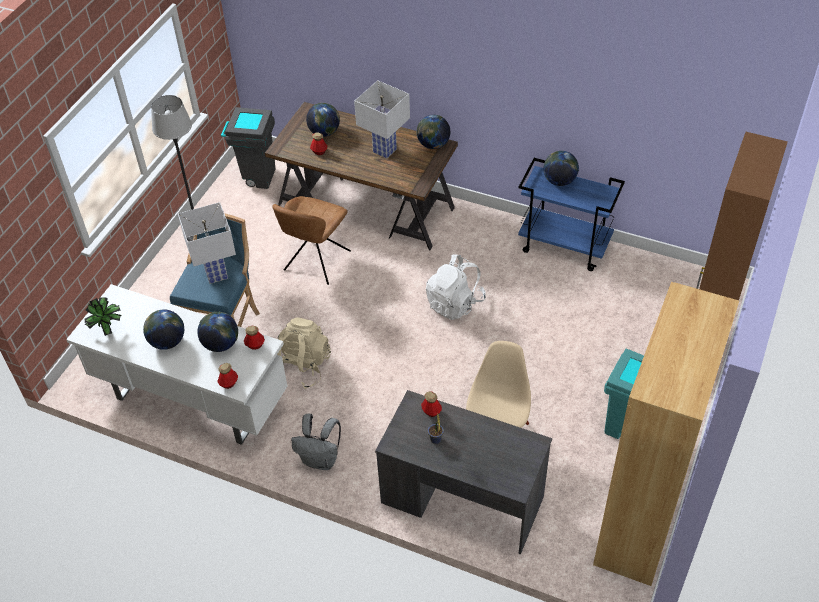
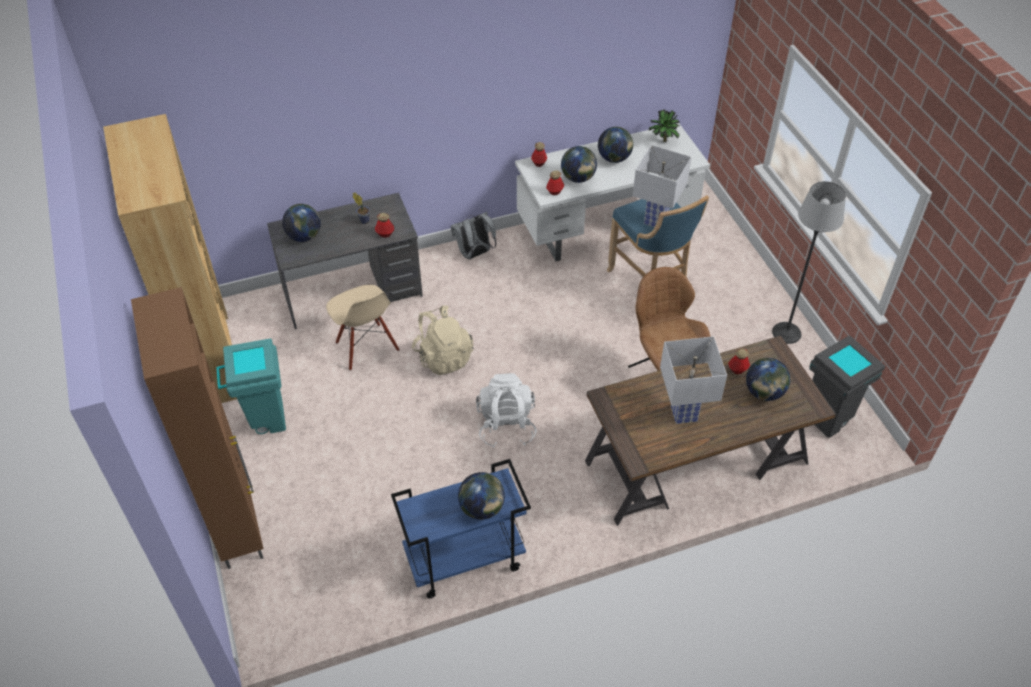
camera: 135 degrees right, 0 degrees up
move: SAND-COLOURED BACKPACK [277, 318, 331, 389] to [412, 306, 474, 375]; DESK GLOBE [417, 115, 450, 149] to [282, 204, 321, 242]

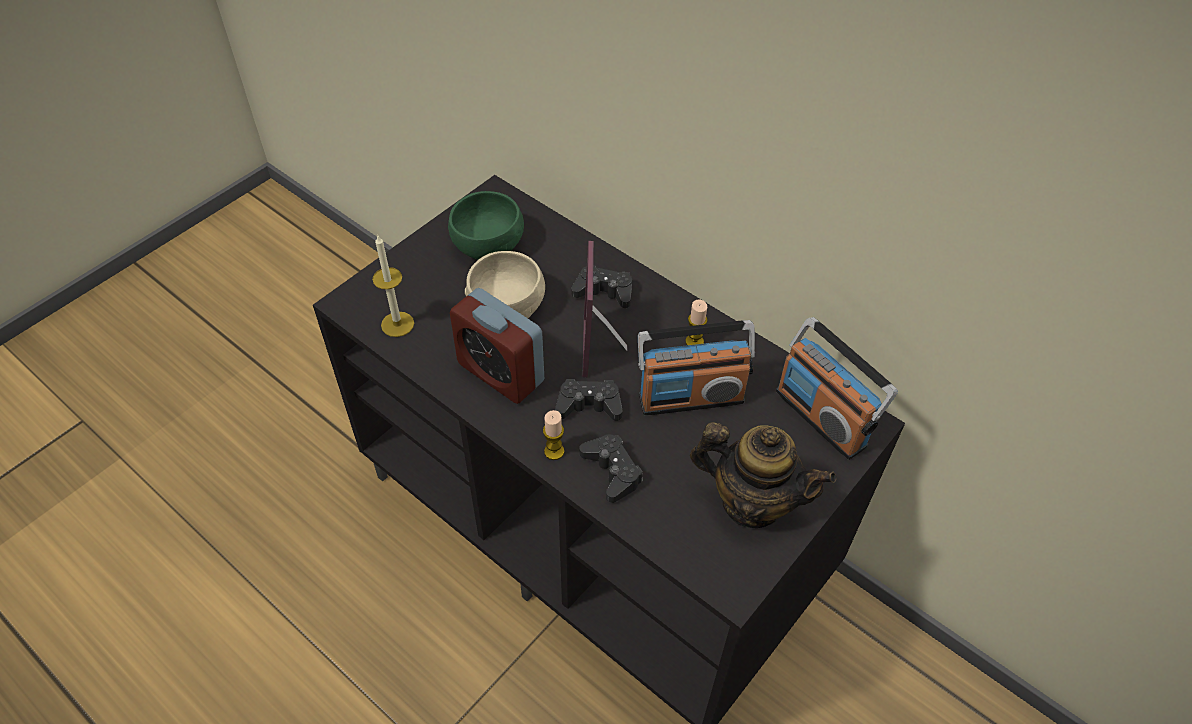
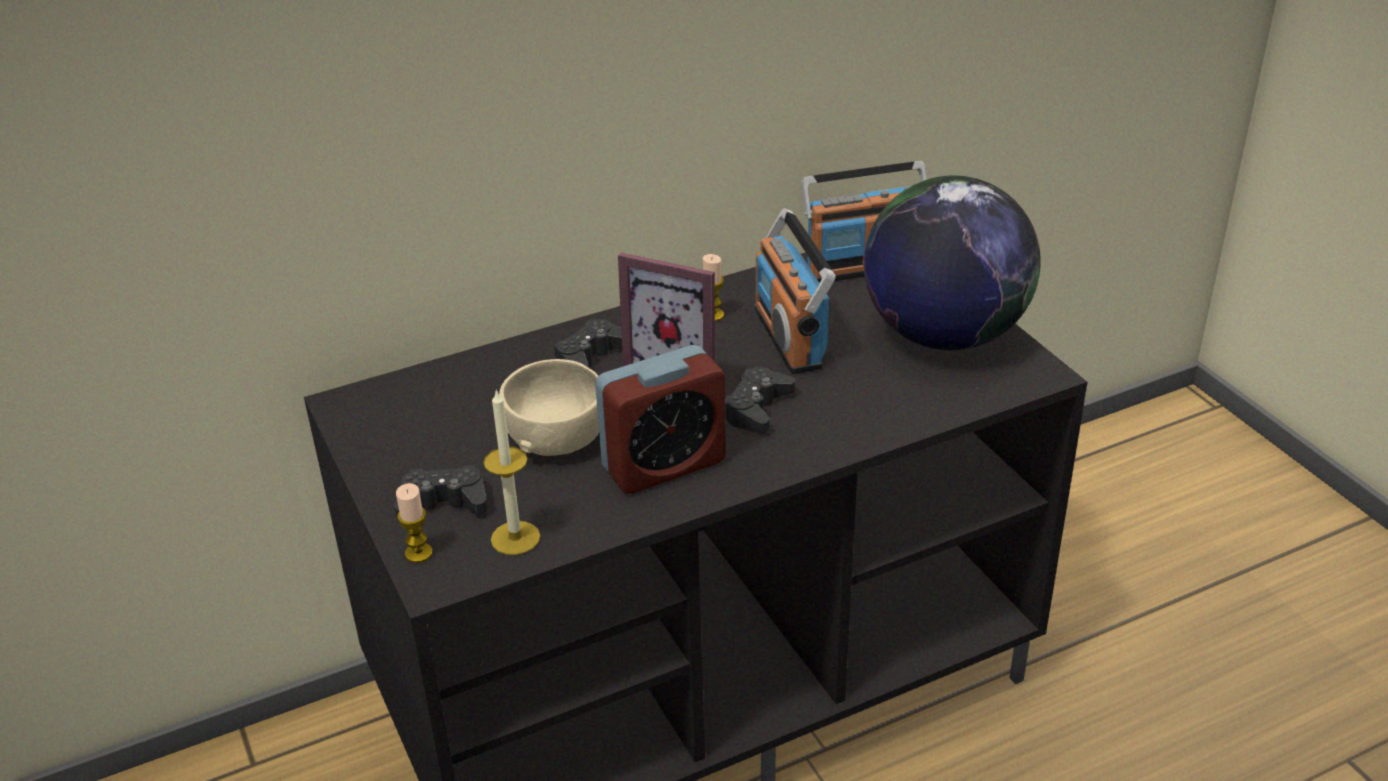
camera: 65 degrees left, 15 degrees down
delete: GREENISH BOWL [448, 191, 524, 260]
move: WAX LIGHT [543, 410, 564, 460] to [396, 483, 433, 563]; BLACKISH JOYPAD [579, 434, 643, 503] to [394, 465, 488, 516]
replace: TEA POT [690, 422, 836, 528] to DESK GLOBE [864, 175, 1041, 350]
rotate: RADIO [638, 320, 755, 415] = [755, 208, 836, 374] 150 degrees clockwise

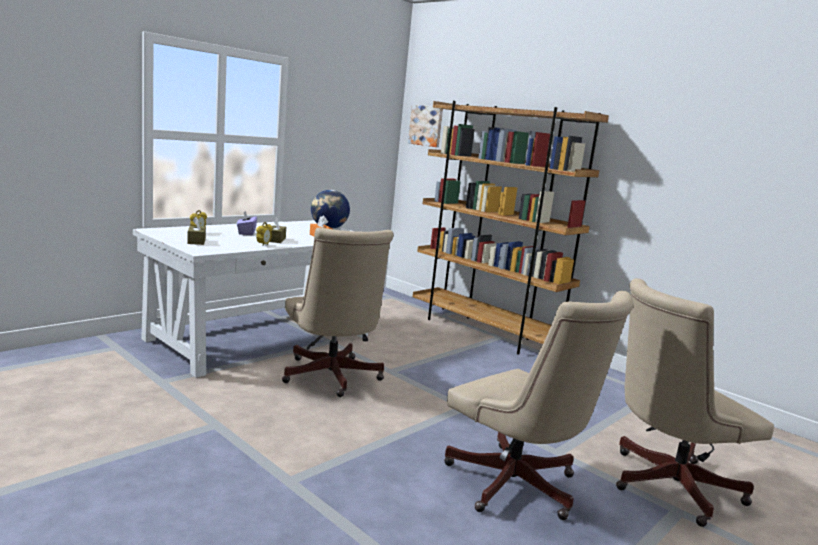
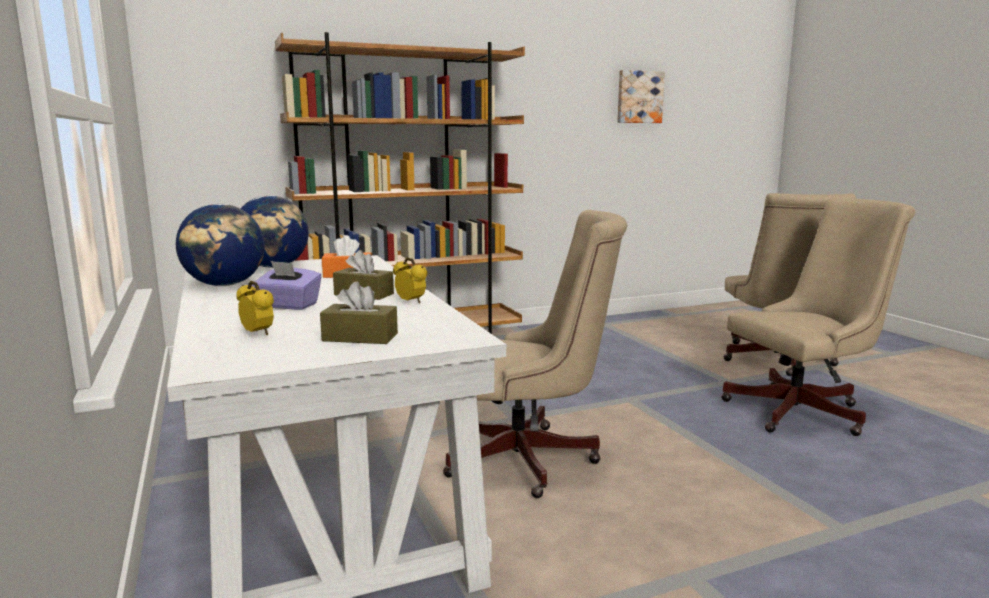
camera: 65 degrees left, 0 degrees up
insert: DESK GLOBE [176, 203, 265, 286]
move: WALL PICTURE [408, 105, 443, 147] to [617, 70, 665, 123]

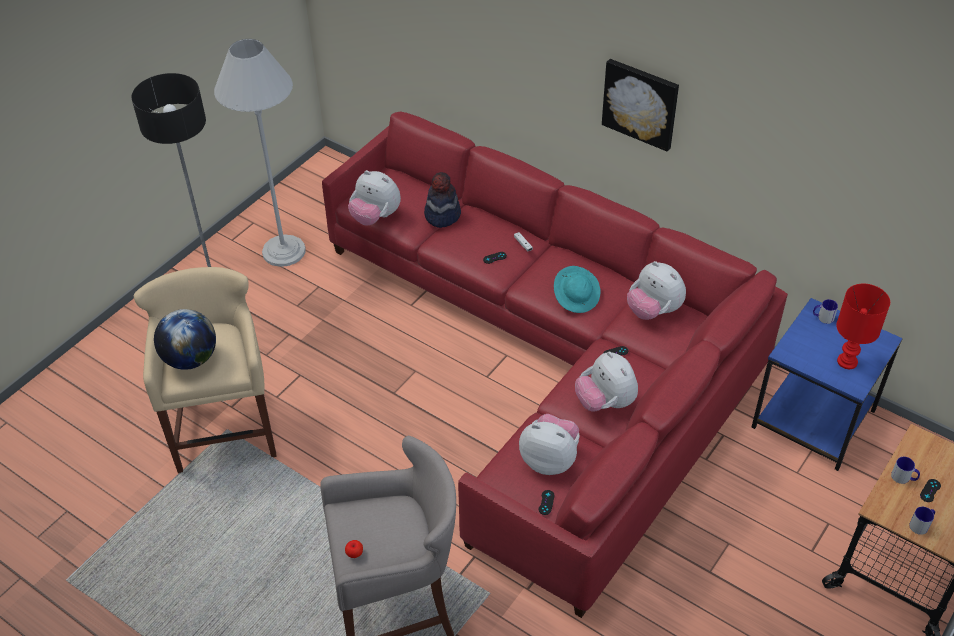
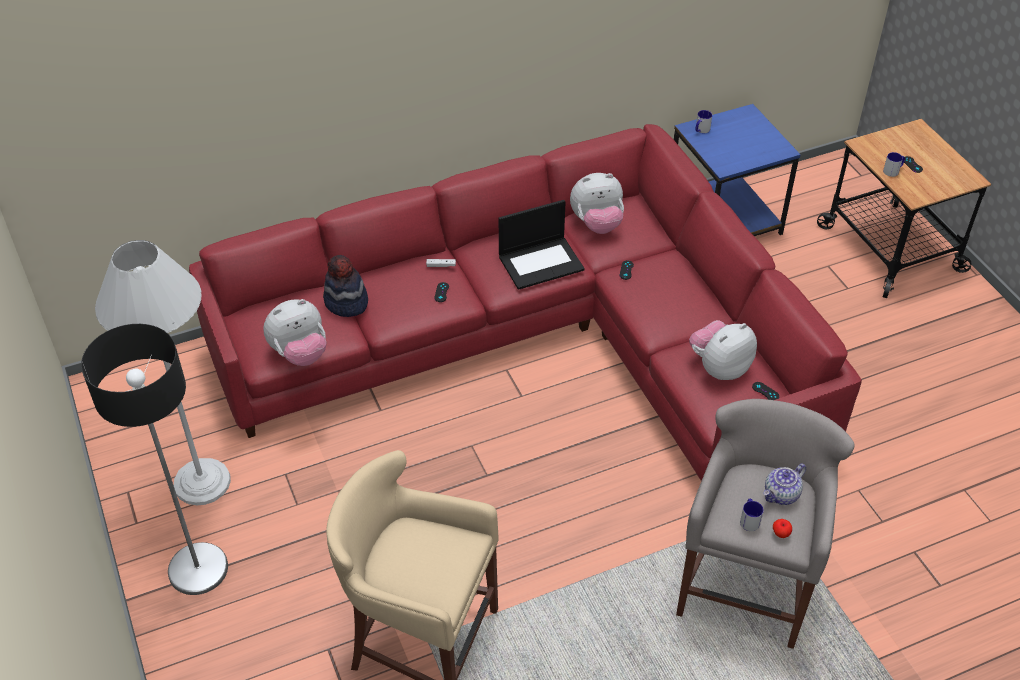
camera: 60 degrees left, 0 degrees up
delete: DESK GLOBE [154, 309, 216, 370]; SOFT TOY [575, 351, 638, 412]; WALL PICTURE [602, 59, 679, 152]; RED TABLETOP LAMP [836, 284, 890, 369]
insert: TEA POT [763, 464, 806, 505]
move: MUG [909, 507, 935, 535] to [740, 499, 764, 531]
replace: TURQUOISE CLOTHING HAT [554, 266, 601, 313] to LAPTOP [499, 200, 585, 290]

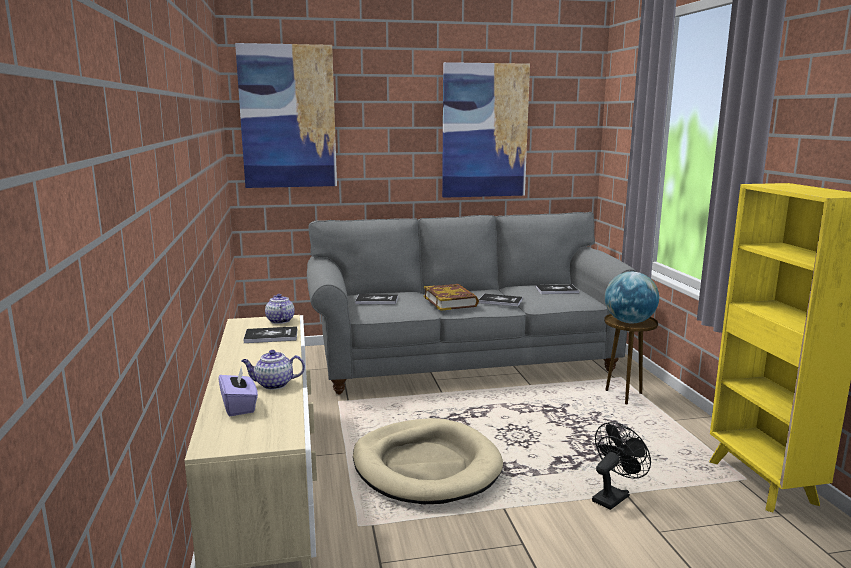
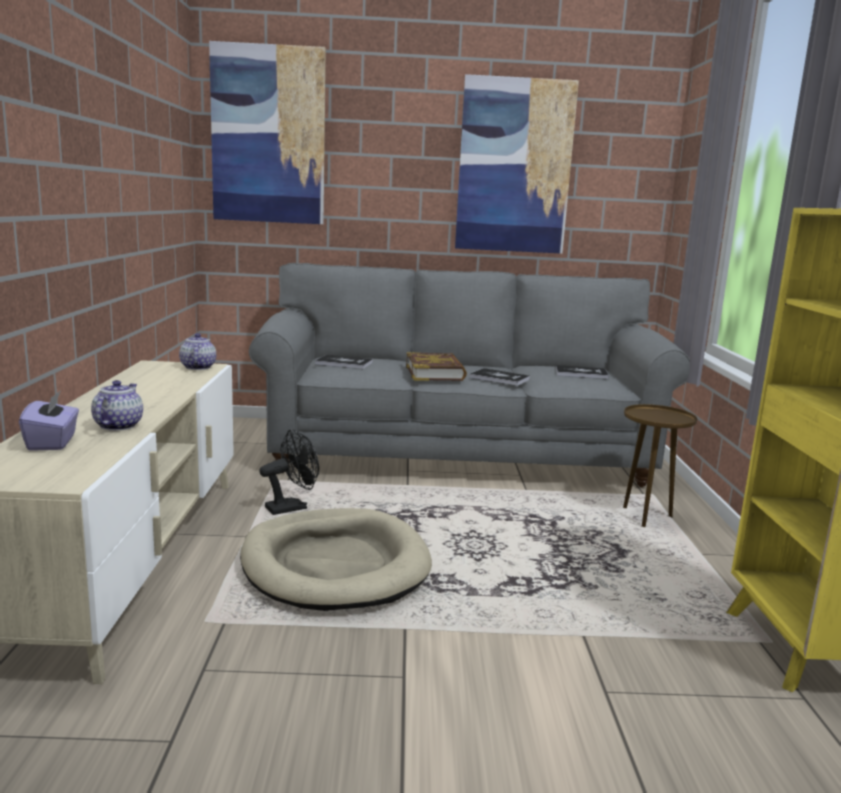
camera: 10 degrees right, 0 degrees up
delete: BOOK [243, 326, 297, 343]; DESK GLOBE [605, 272, 659, 323]
move: BLACKISH COOLING FAN [592, 422, 651, 510] to [259, 429, 319, 515]
rotate: TEA POT [241, 350, 305, 390] = [91, 380, 143, 431] 90 degrees clockwise

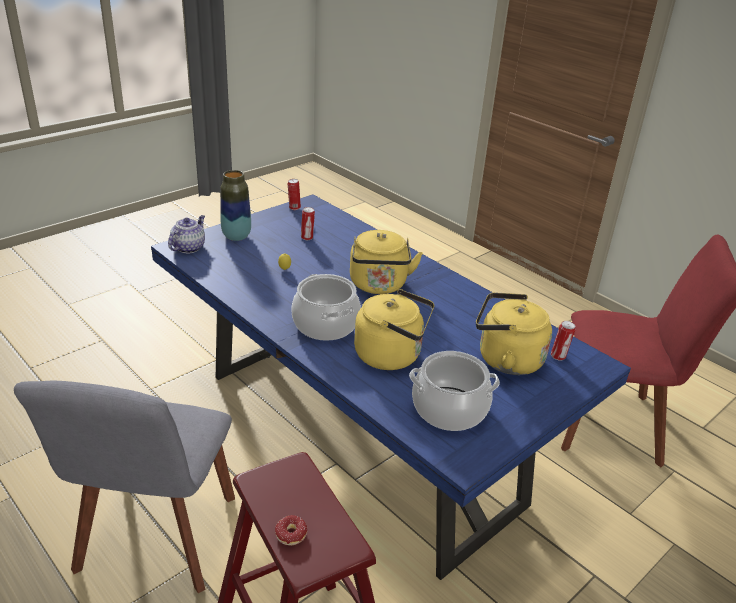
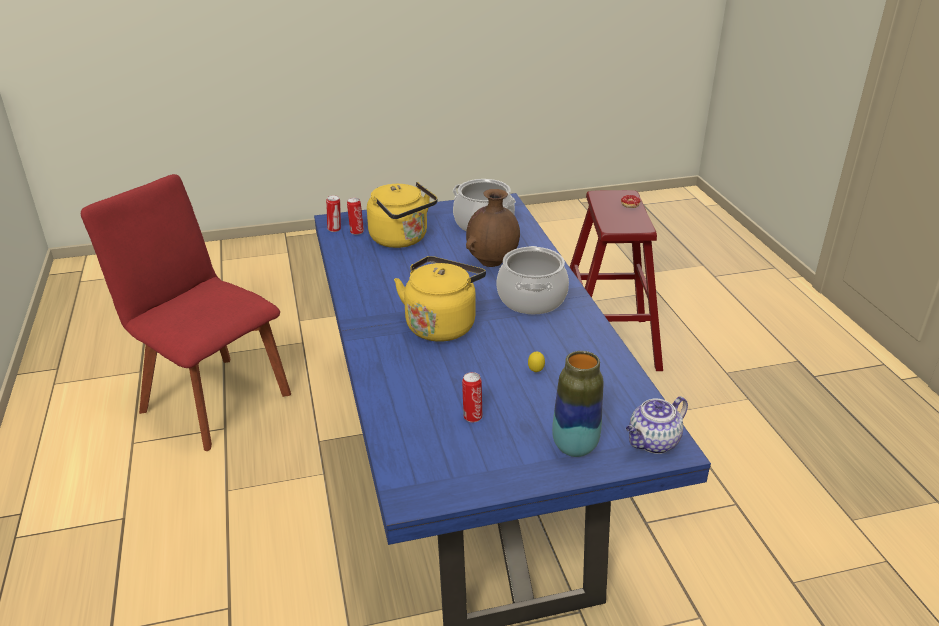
camera: 150 degrees left, 0 degrees up
delete: GRAY CHAIR [14, 381, 235, 593]
move: METAL CAN [288, 179, 301, 210] to [326, 195, 341, 232]
replace: YELLOWISH TEA KETTLE [354, 289, 434, 370] to BROWN-COLOURED VASE [466, 189, 520, 267]

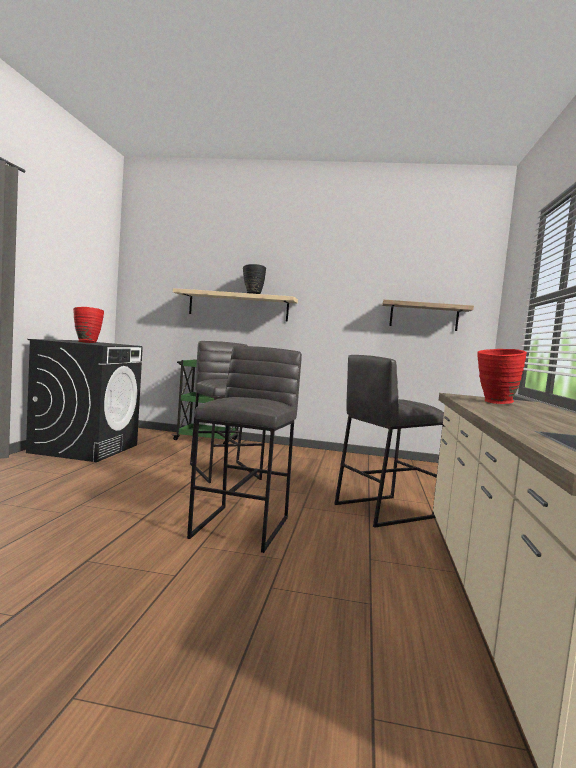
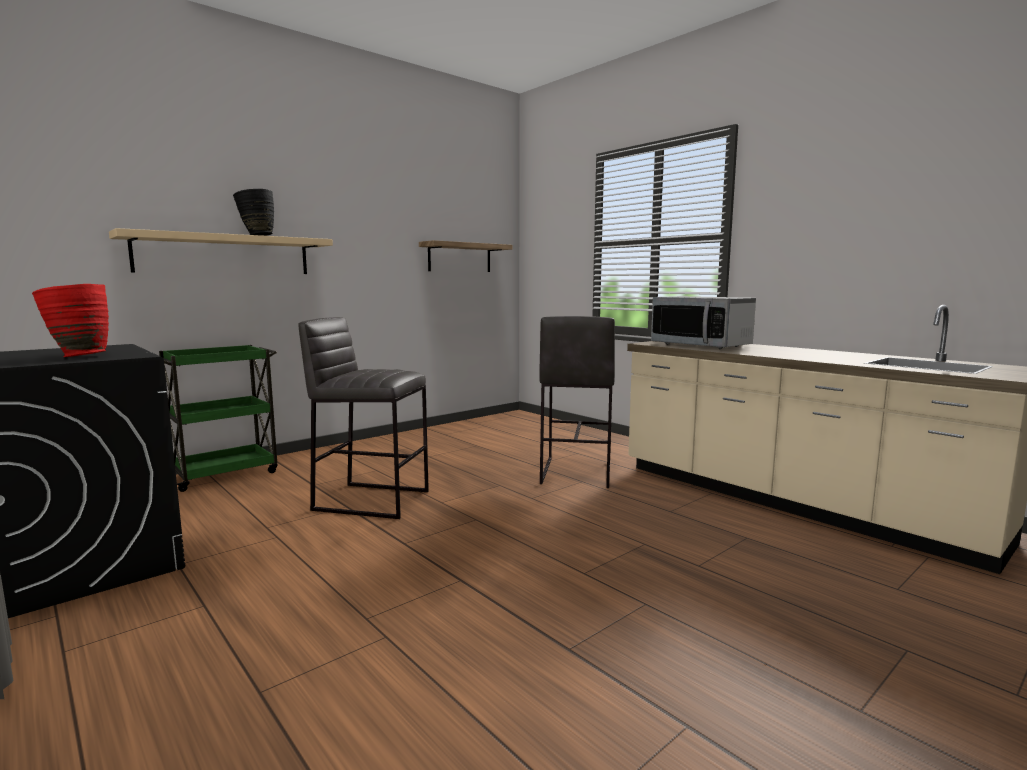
camera: 50 degrees left, 5 degrees up
delete: GRAY STOOL [187, 346, 302, 553]
replace: RED VASE [477, 349, 527, 404] to KITCHEN MICROWAVE [651, 296, 756, 349]

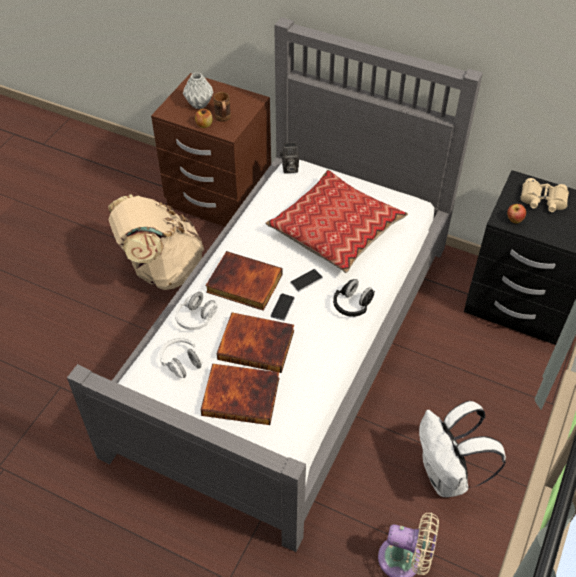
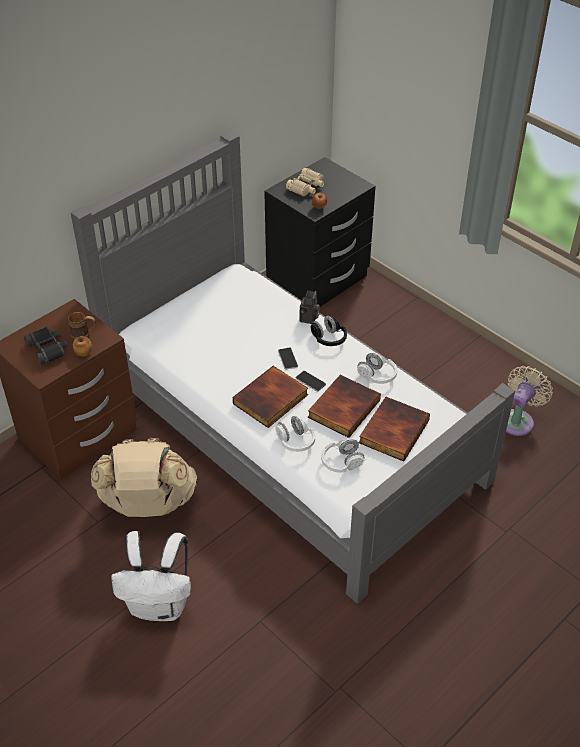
camera: 70 degrees left, 5 degrees down
delete: CUSHION [265, 170, 408, 273]
insert: WHITISH HEADSET [357, 353, 397, 384]
move: STILL CAMERA [280, 142, 299, 174] to [299, 291, 320, 324]; WHITISH BACKPACK [419, 401, 506, 497] to [111, 531, 191, 621]
replace: GRAY VASE [183, 73, 214, 109] to BLACKISH BINOCULARS [24, 327, 68, 365]

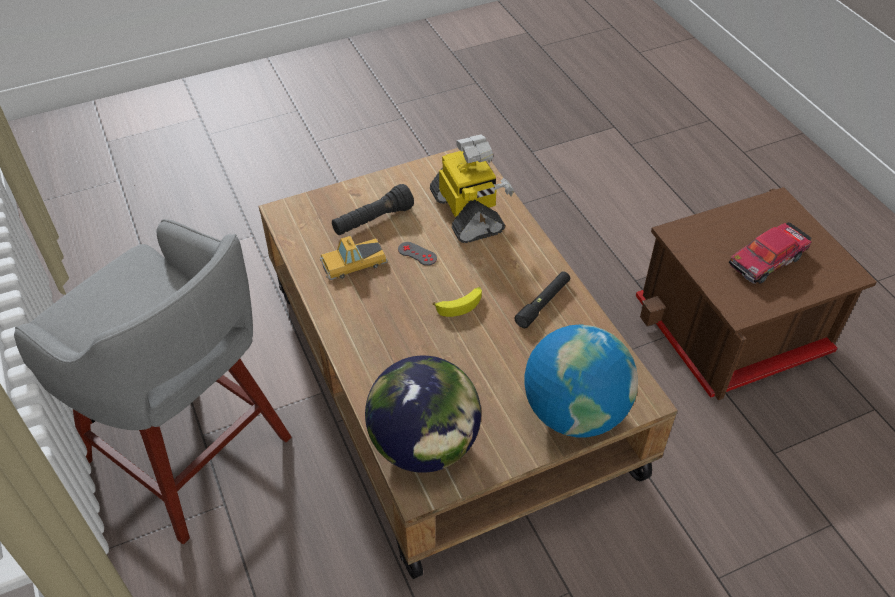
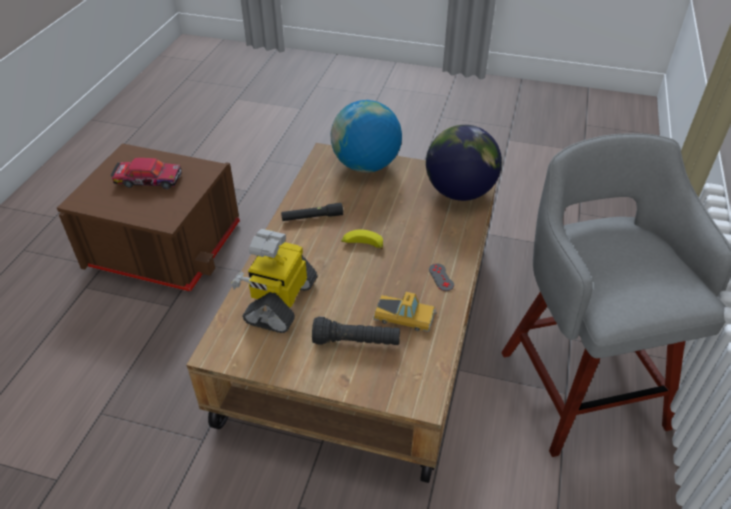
camera: 140 degrees left, 5 degrees down
move: GRAY JOYPAD [398, 242, 437, 266] to [429, 264, 454, 291]

